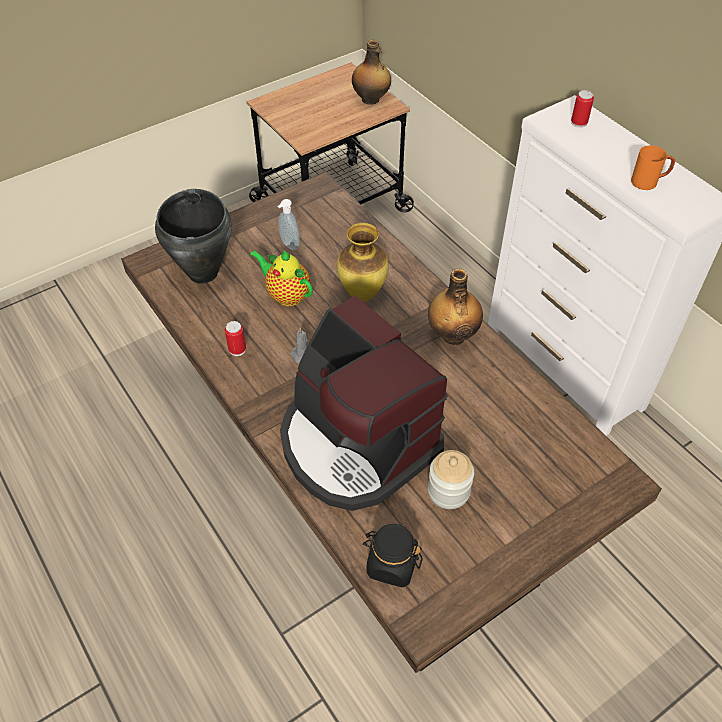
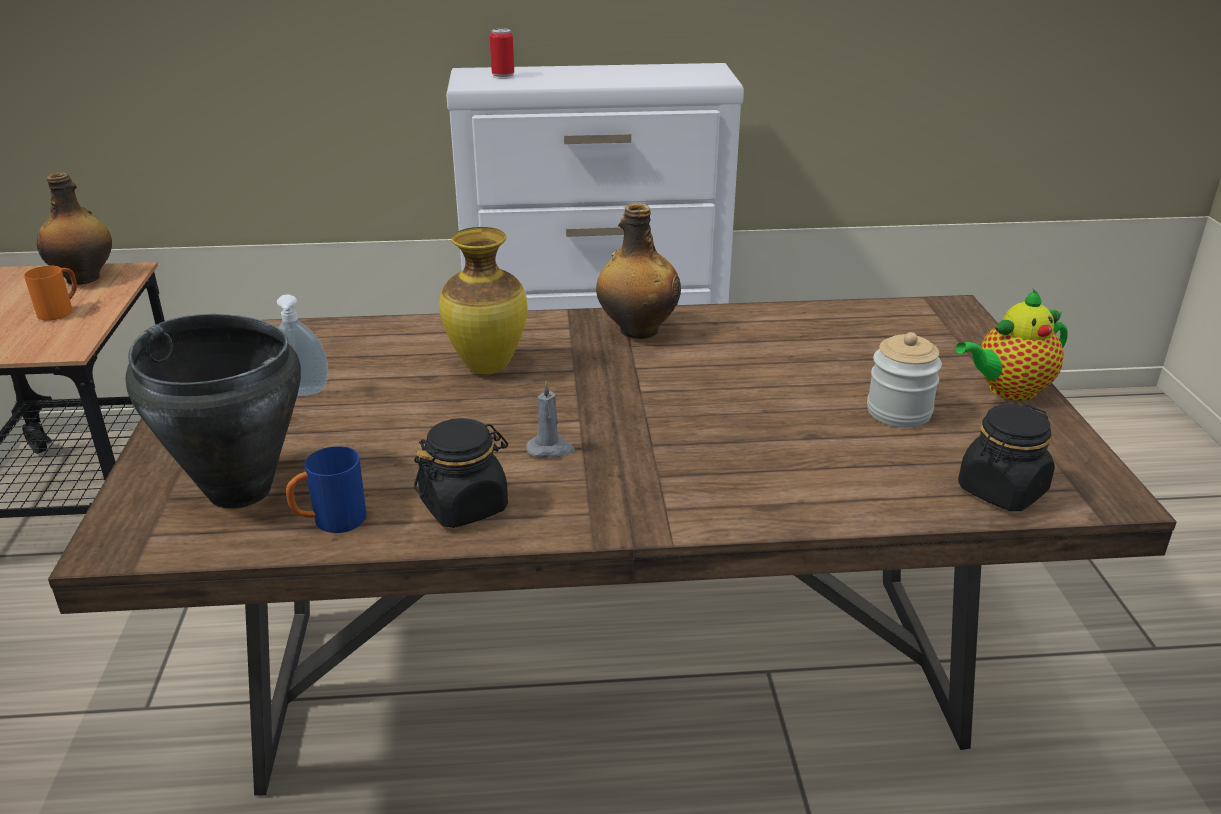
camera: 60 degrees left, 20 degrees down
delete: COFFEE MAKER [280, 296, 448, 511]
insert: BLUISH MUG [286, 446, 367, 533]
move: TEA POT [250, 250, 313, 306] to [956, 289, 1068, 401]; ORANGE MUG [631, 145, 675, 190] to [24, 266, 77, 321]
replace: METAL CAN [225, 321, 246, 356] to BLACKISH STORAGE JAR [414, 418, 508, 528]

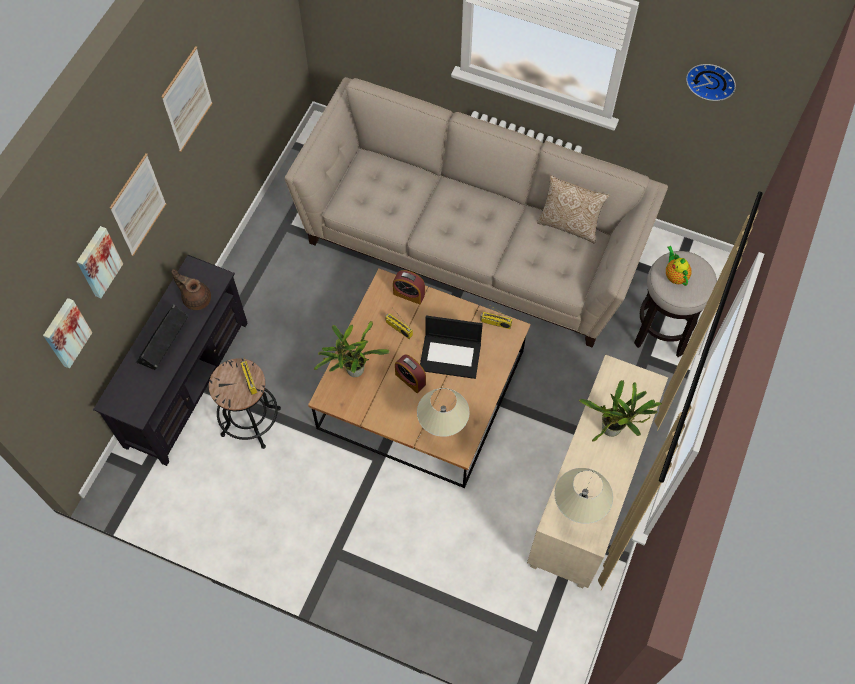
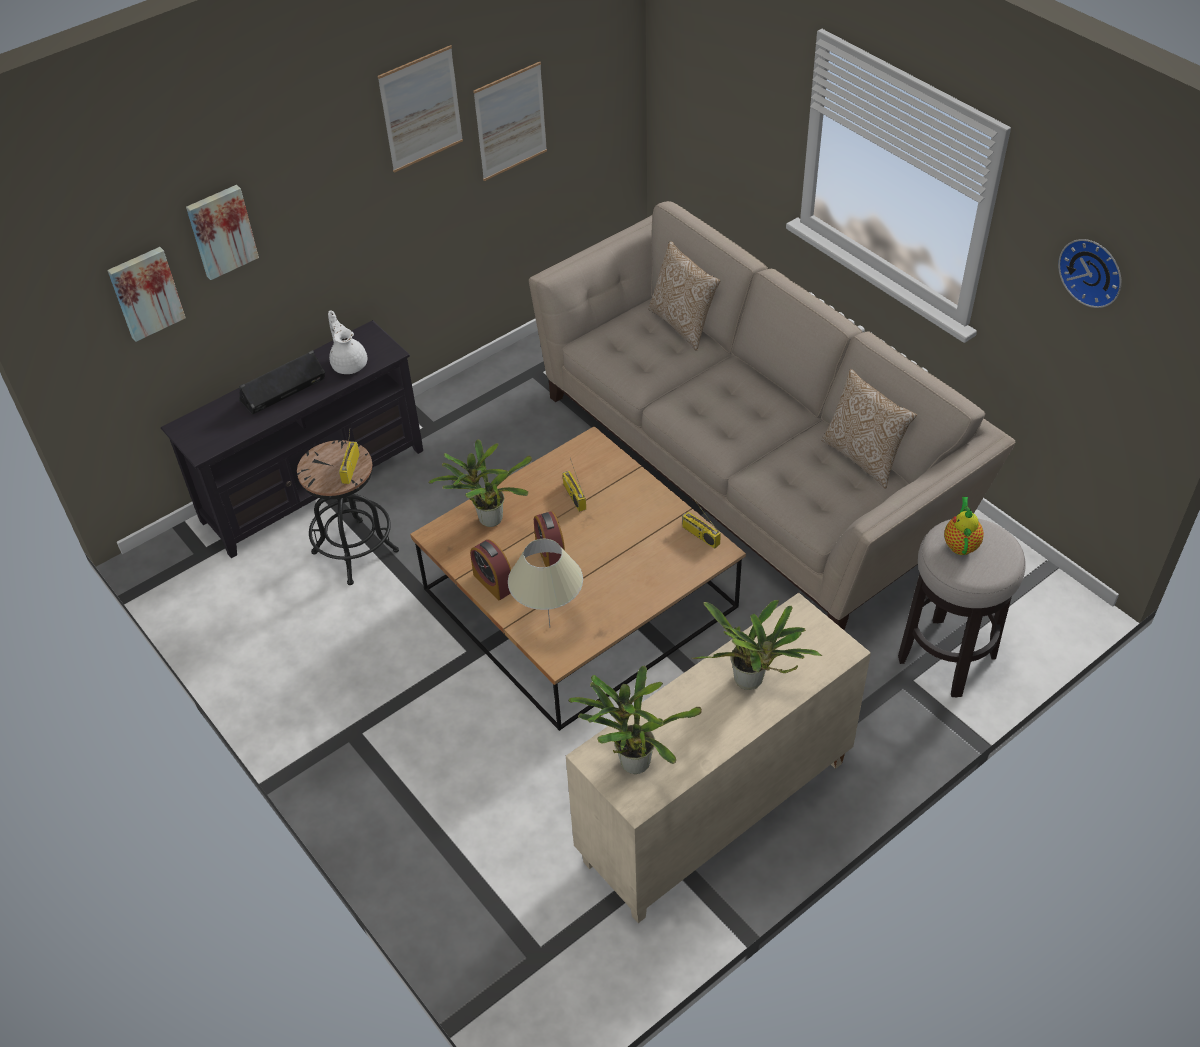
camera: 30 degrees right, 15 degrees down
delete: LAPTOP [420, 315, 483, 379]
insert: CUSHION [648, 241, 720, 351]
move: WALL PICTURE [110, 153, 166, 256] to [473, 61, 547, 181]; TABLE CLOCK [393, 270, 425, 304] to [470, 539, 511, 600]
replace: SAND-COLOURED TABLETOP LAMP [554, 468, 613, 524] to PLANT IN A POT [568, 666, 702, 774]
recolor: BROWN-COLOURED TEA POT [172, 269, 211, 310] to WHITISH TEA POT [328, 311, 367, 374]

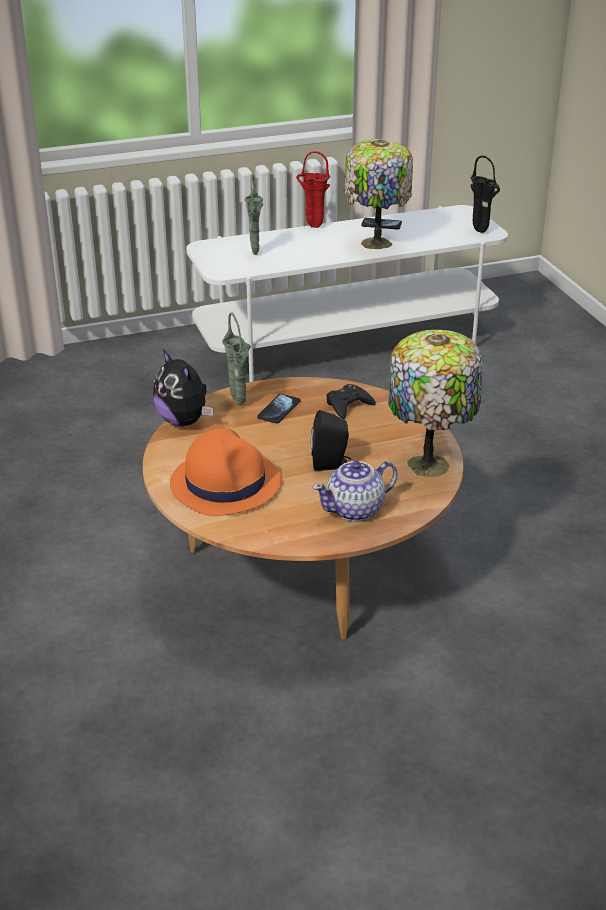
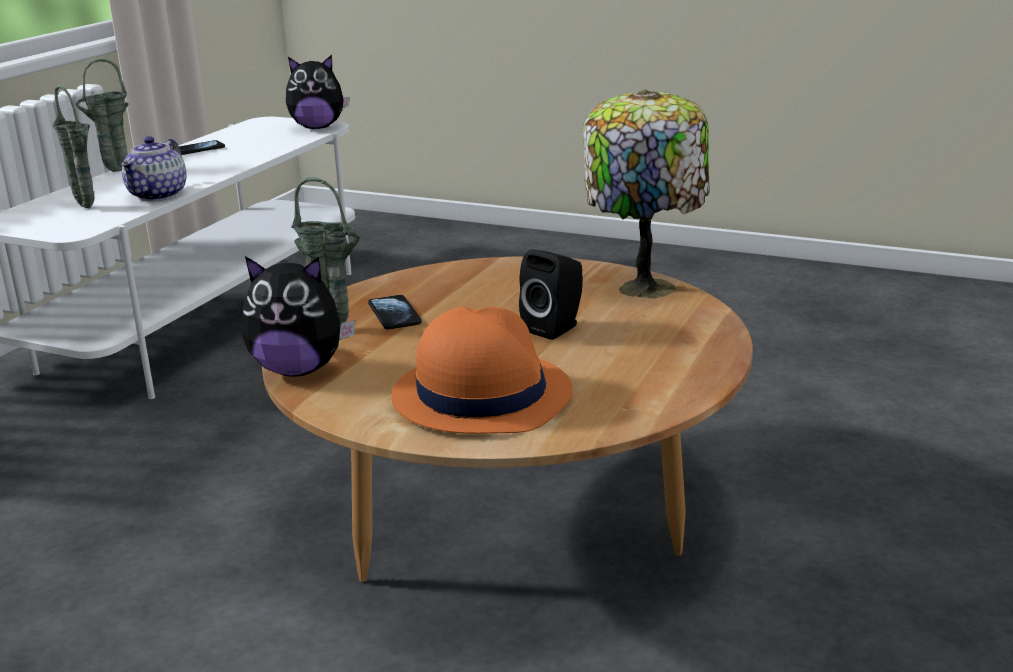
camera: 45 degrees left, 10 degrees down
delete: BLACKISH JOYPAD [326, 384, 376, 419]; TABLETOP LAMP [344, 139, 413, 249]
move: TEA POT [312, 461, 397, 521] to [121, 136, 186, 201]
replace: BLACKISH VASE [471, 155, 500, 233] to SOFT TOY [286, 55, 350, 129]
recolor: RED VASE [296, 151, 330, 228] to GREENISH VASE [75, 59, 129, 172]

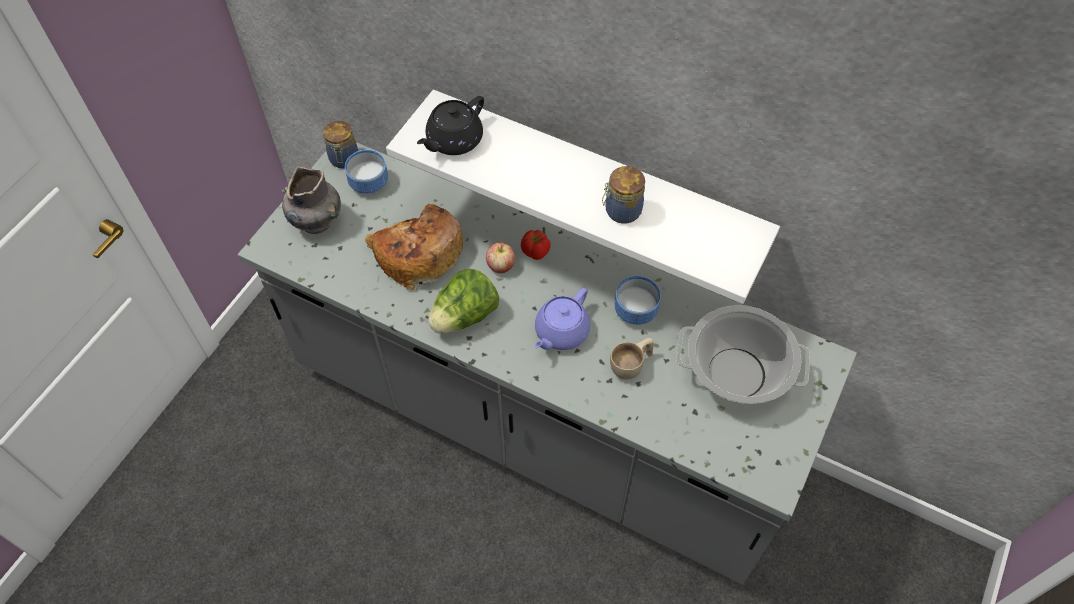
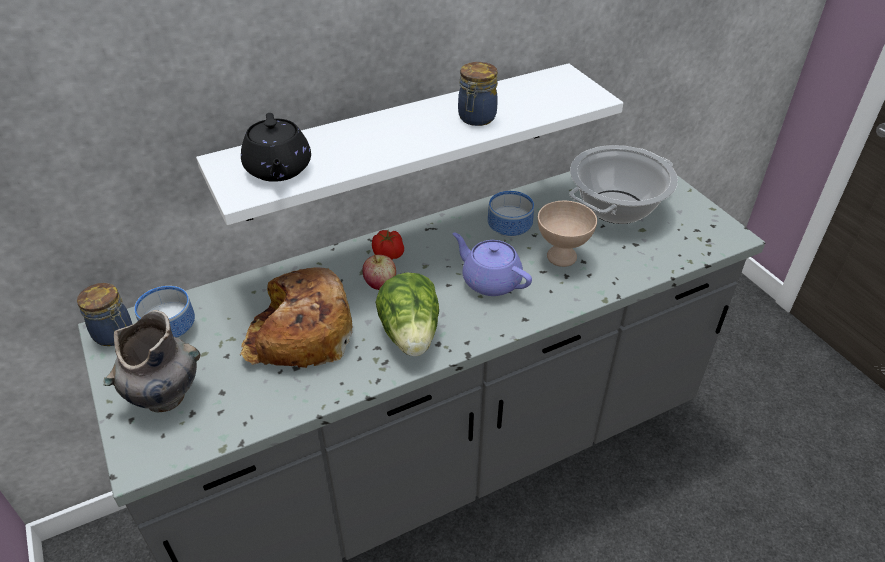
camera: 55 degrees left, 15 degrees down
replace: SAND-COLOURED SMALL CUP [610, 338, 654, 380] to SAND-COLOURED BOWL [538, 201, 597, 267]
rotate: PURPLE-COLOURED TEA POT [535, 288, 590, 350] = [453, 232, 532, 296] 150 degrees clockwise

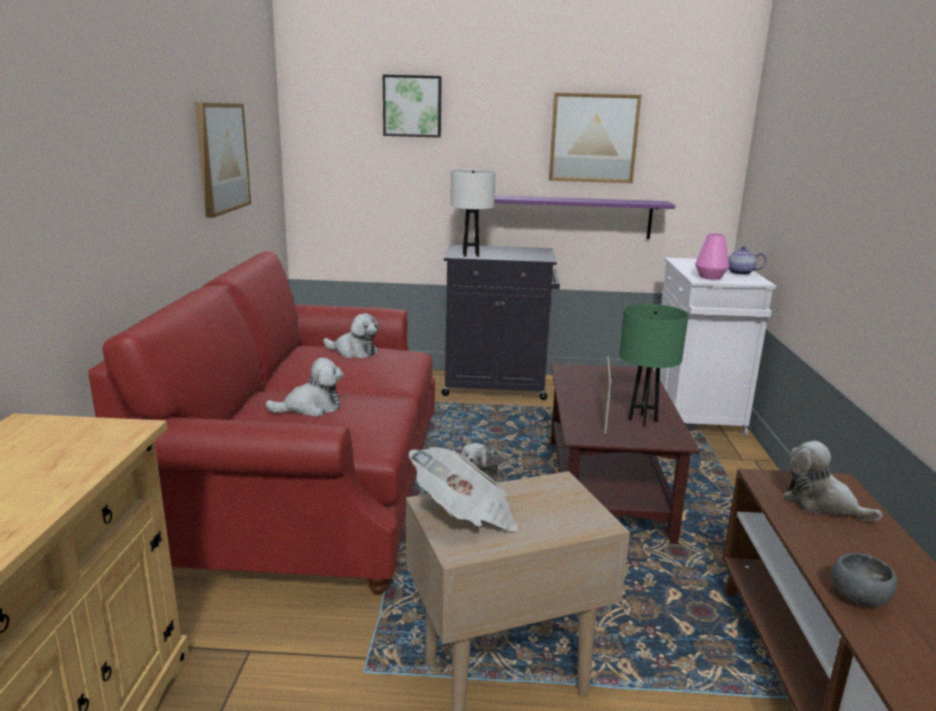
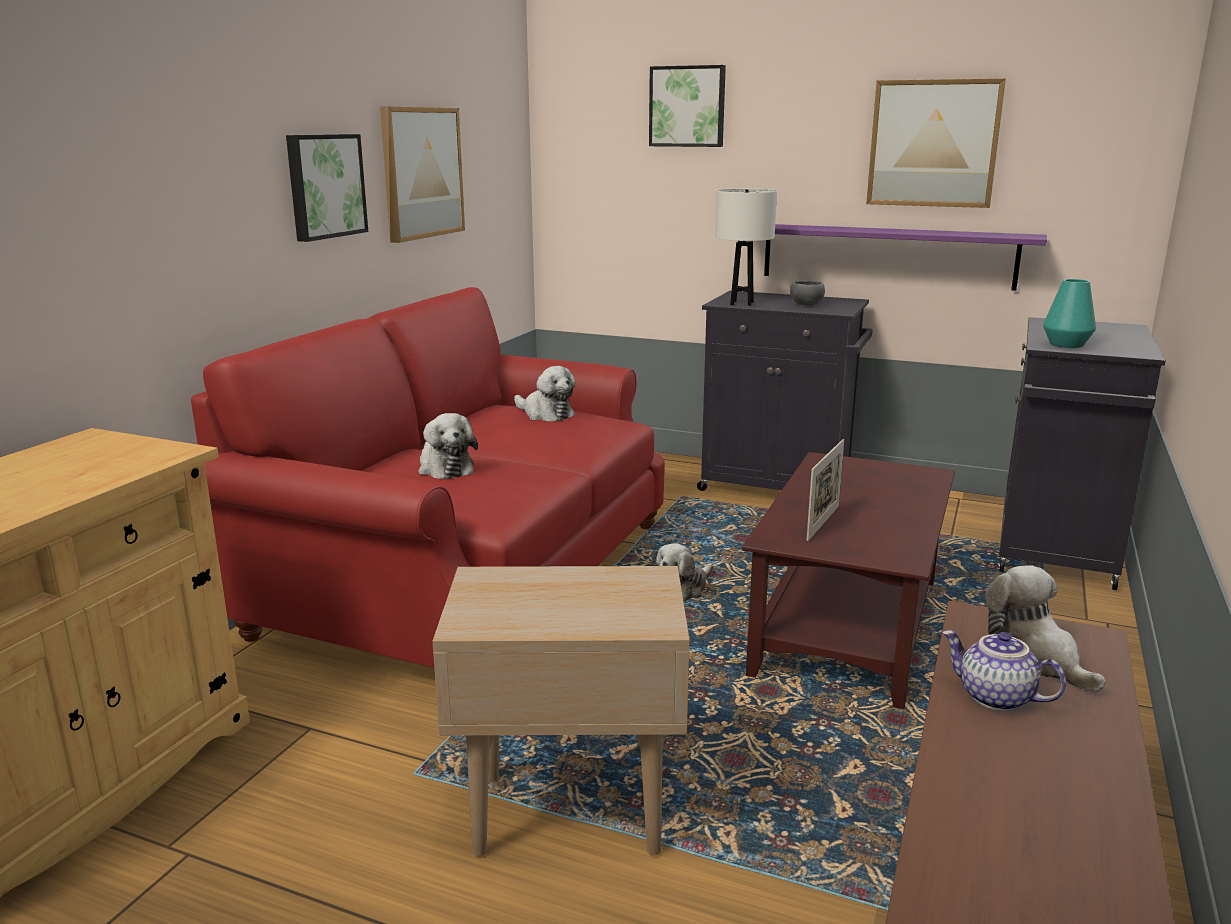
camera: 20 degrees right, 0 degrees up
delete: NEWSPAPER [409, 447, 518, 531]; GREENISH TABLETOP LAMP [619, 304, 689, 427]
insert: WALL PICTURE [286, 134, 368, 242]
move: TEA POT [728, 246, 767, 275] to [942, 630, 1066, 711]; GRAY BOWL [831, 553, 897, 607] to [790, 281, 825, 306]
recolor: WHITISH CUPBOARD [654, 258, 776, 436] to BLACKISH CUPBOARD [998, 317, 1166, 590]; PINK VASE [695, 233, 729, 280] to TURQUOISE VASE [1043, 279, 1096, 348]
rotate: SOFT TOY [265, 358, 344, 417] = [419, 413, 478, 479] 60 degrees clockwise

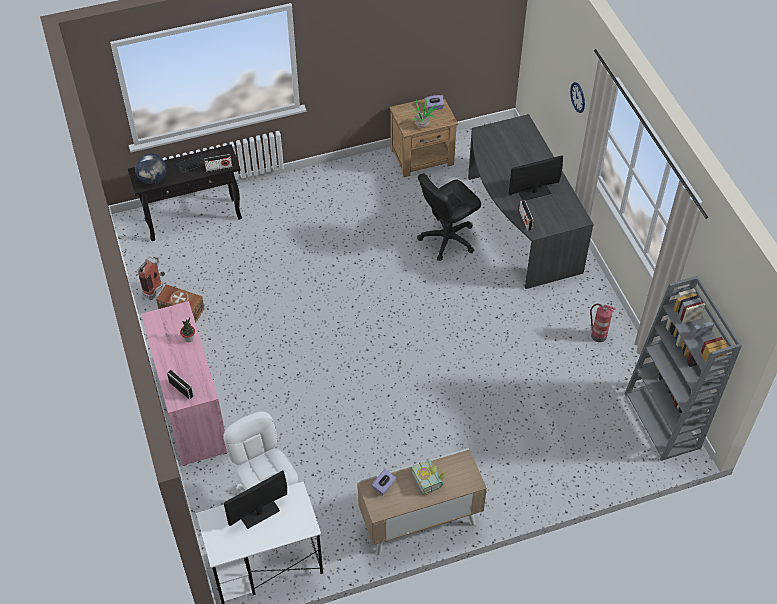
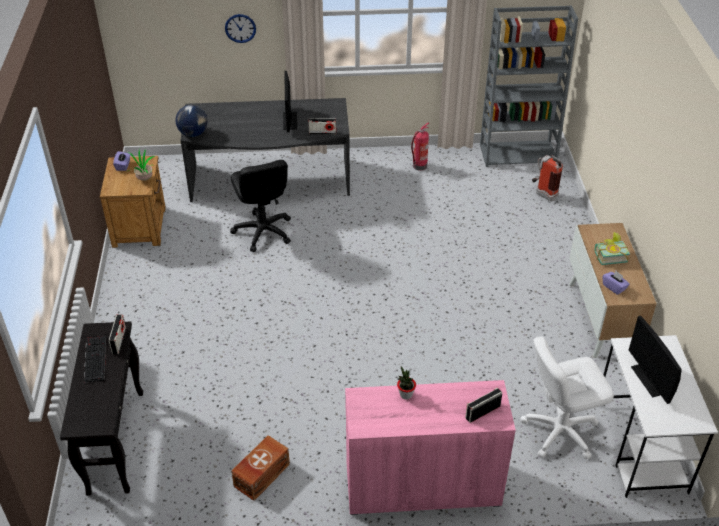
camera: 75 degrees left, 10 degrees down
move: DESK GLOBE [135, 153, 166, 184] to [175, 105, 208, 137]; FIRE-FIGHTING CYLINDER [138, 256, 165, 300] to [532, 155, 563, 202]

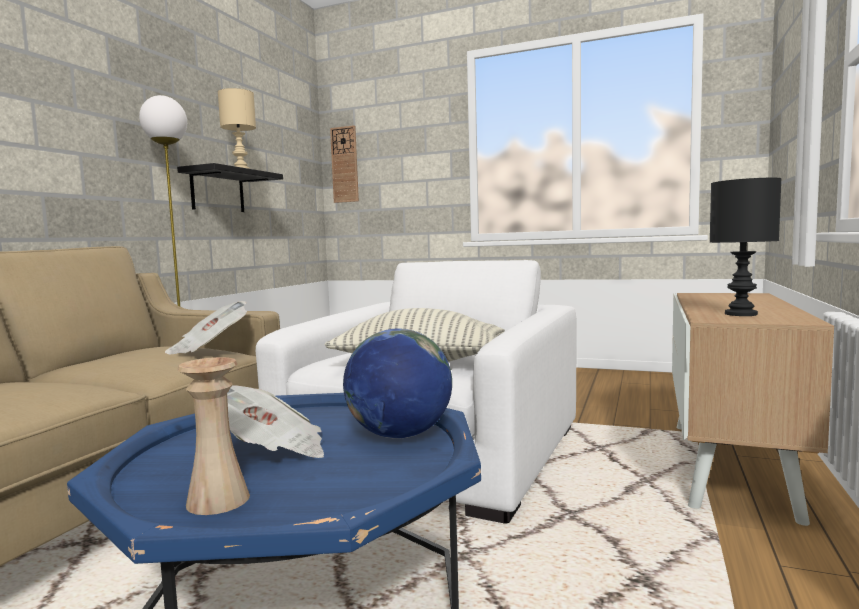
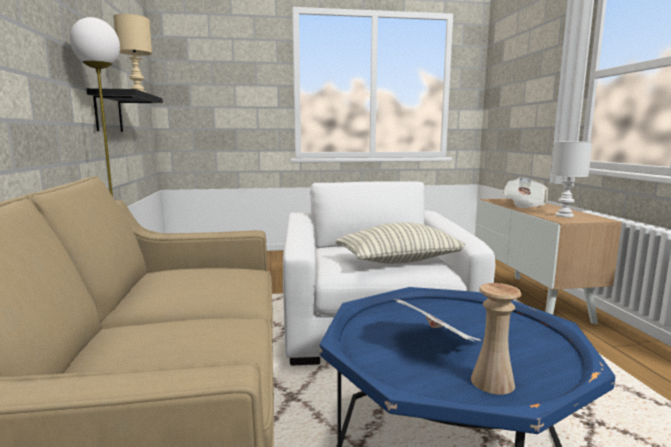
camera: 30 degrees left, 5 degrees up
delete: CLOCK ON THE WALL [330, 125, 359, 203]; DESK GLOBE [343, 329, 452, 439]
move: NEWSPAPER [165, 301, 247, 354] to [503, 178, 548, 208]
recolor: BLACKISH TABLETOP LAMP [709, 178, 782, 316] to WHITISH TABLETOP LAMP [550, 141, 592, 217]

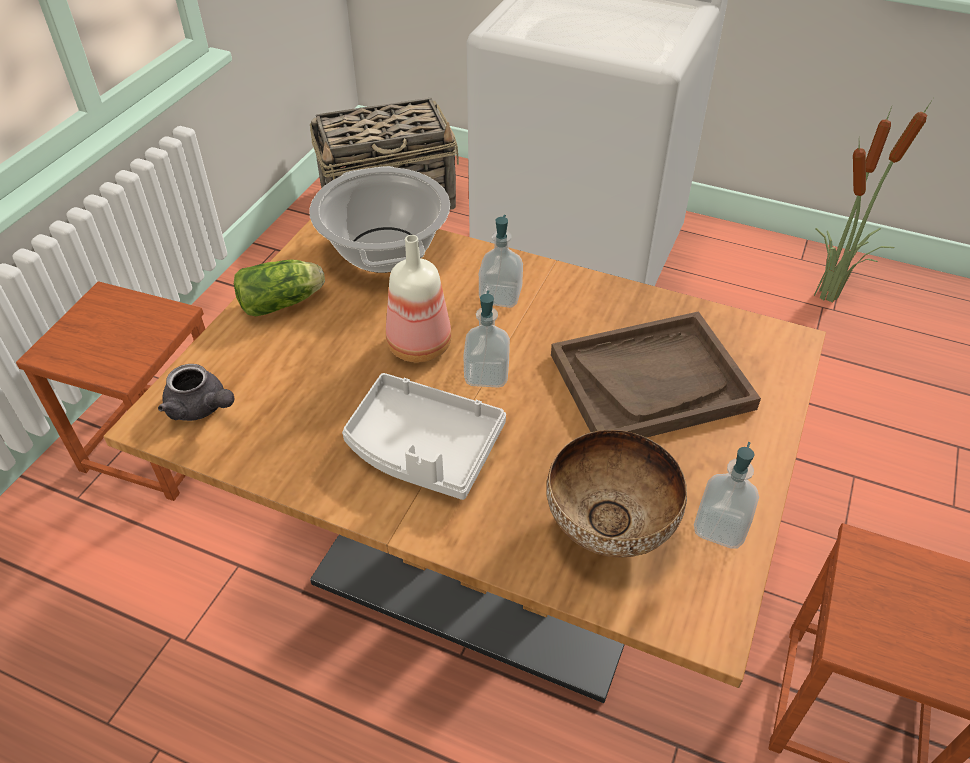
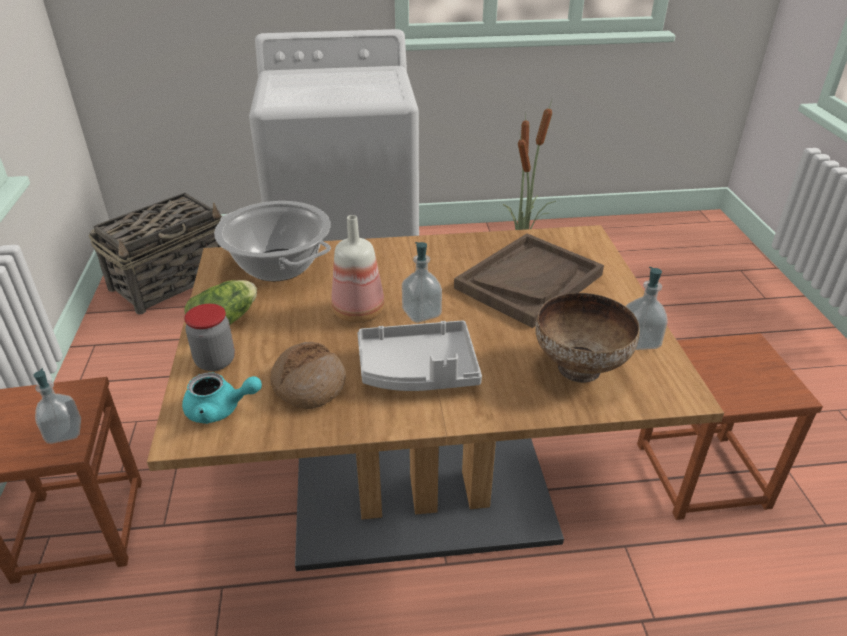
camera: 30 degrees left, 10 degrees down
insert: STORAGE JAR [184, 304, 235, 371]; BAKERY BREAD [270, 342, 346, 409]
move: SOAP DISPENSER [479, 215, 523, 308] to [34, 368, 81, 444]
recolor: GRAY TEA POT [158, 364, 235, 421] to TURQUOISE TEA POT [182, 372, 262, 424]

